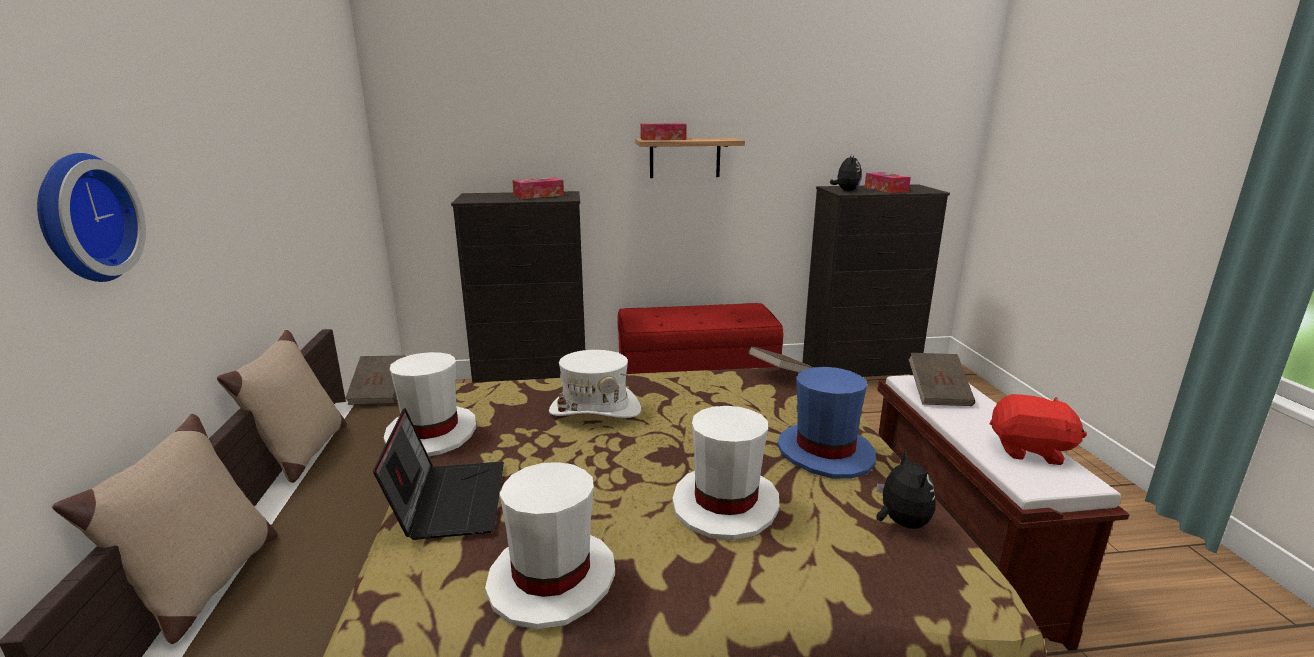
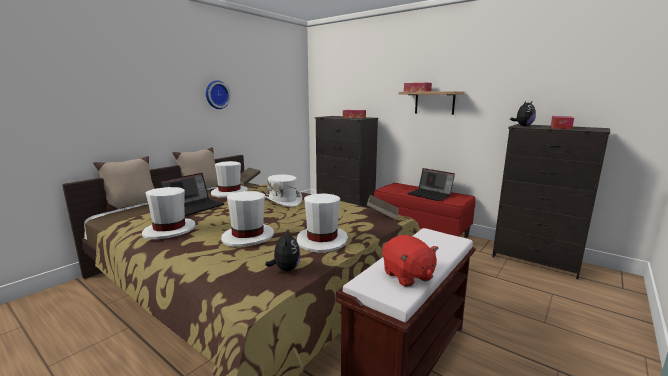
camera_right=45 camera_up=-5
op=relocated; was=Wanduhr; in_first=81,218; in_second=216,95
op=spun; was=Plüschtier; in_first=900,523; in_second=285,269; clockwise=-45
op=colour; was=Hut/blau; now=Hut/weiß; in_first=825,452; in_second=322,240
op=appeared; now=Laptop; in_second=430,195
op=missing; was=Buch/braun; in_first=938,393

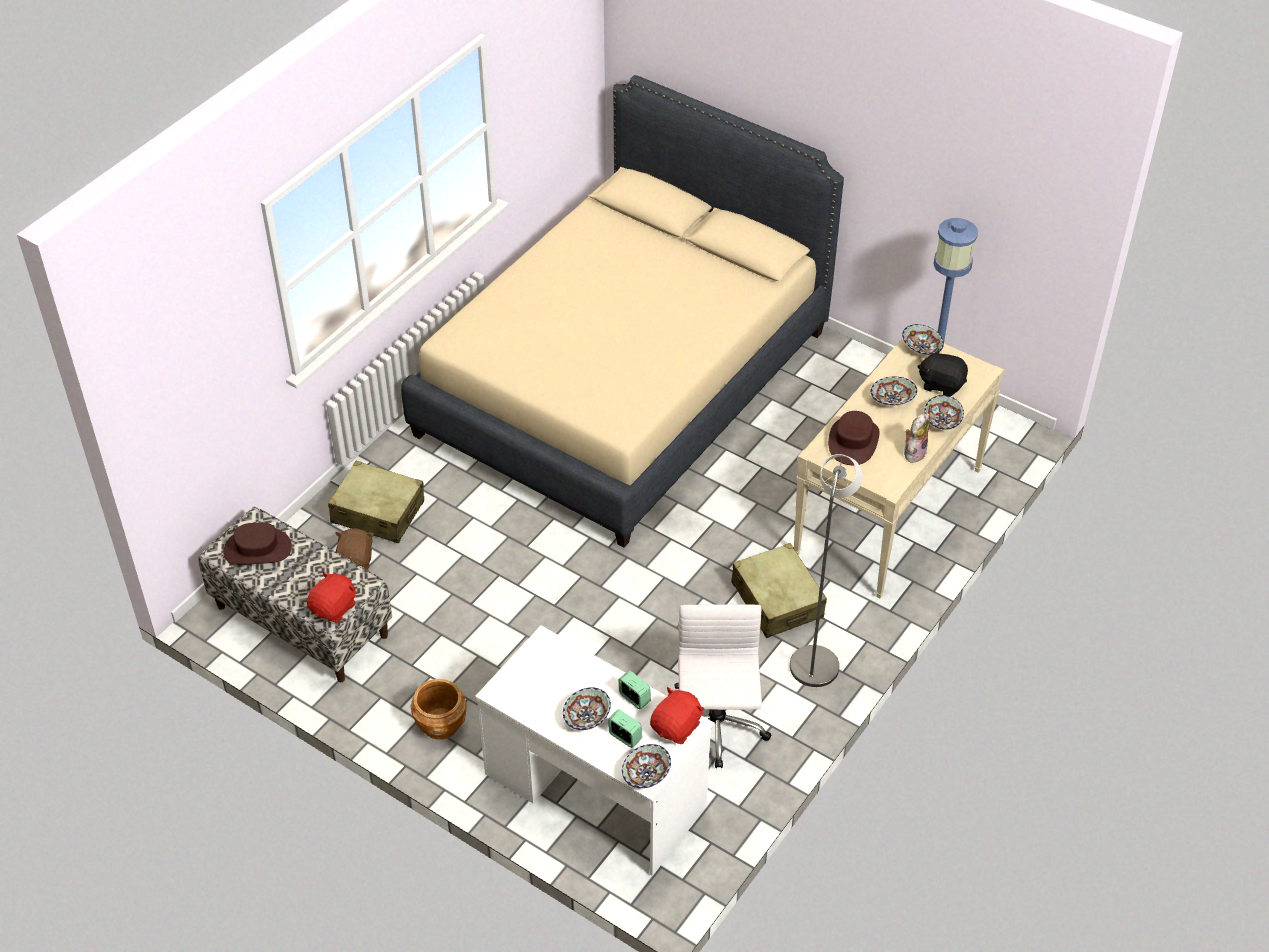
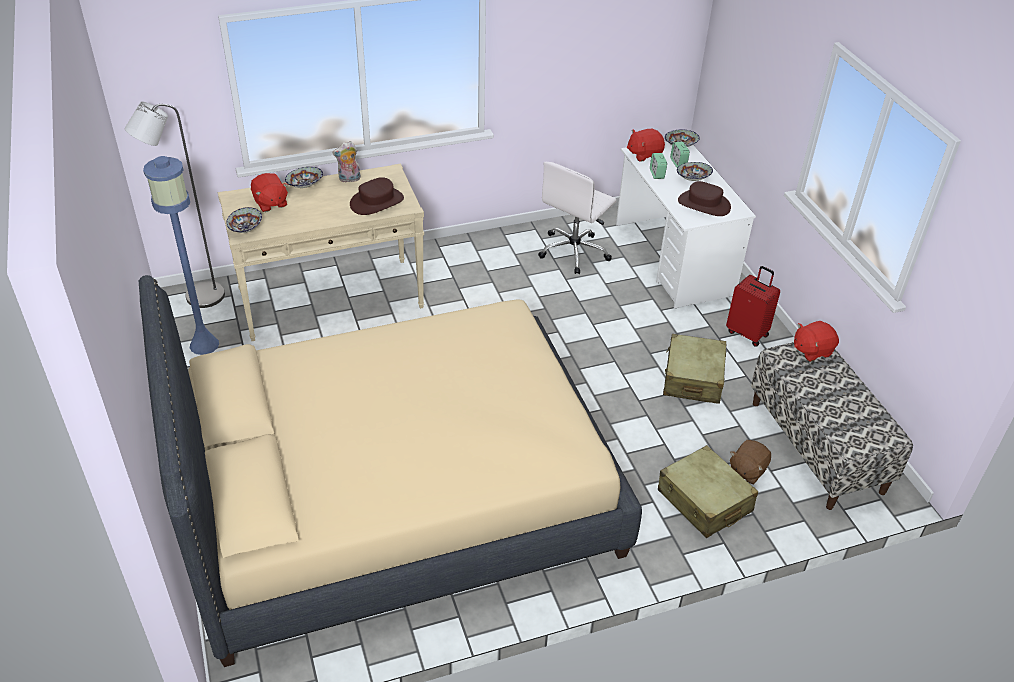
camera_right=-145 camera_up=-5
op=relocated; was=Stehlampe/grau; in_first=816,659; in_second=198,298
op=colour; was=Plüschtier/schwarz; now=Plüschtier/rot; in_first=941,384; in_second=270,203
op=relocated; was=Koffer/beige; in_first=777,600; in_second=692,378
op=relocated; was=Hut/braun; in_first=257,549; in_second=703,204
op=exchanged; was=Pflanzkübel/braun; now=Koffer/rot; in_first=440,725; in_second=747,333
op=missing; was=Schüssel; in_first=892,399

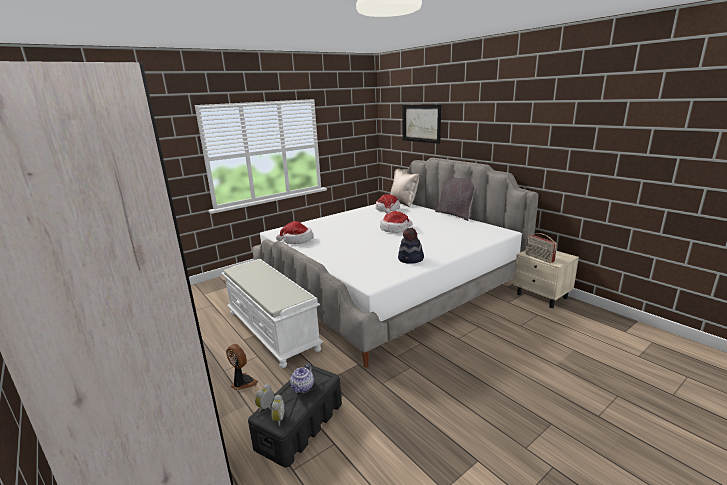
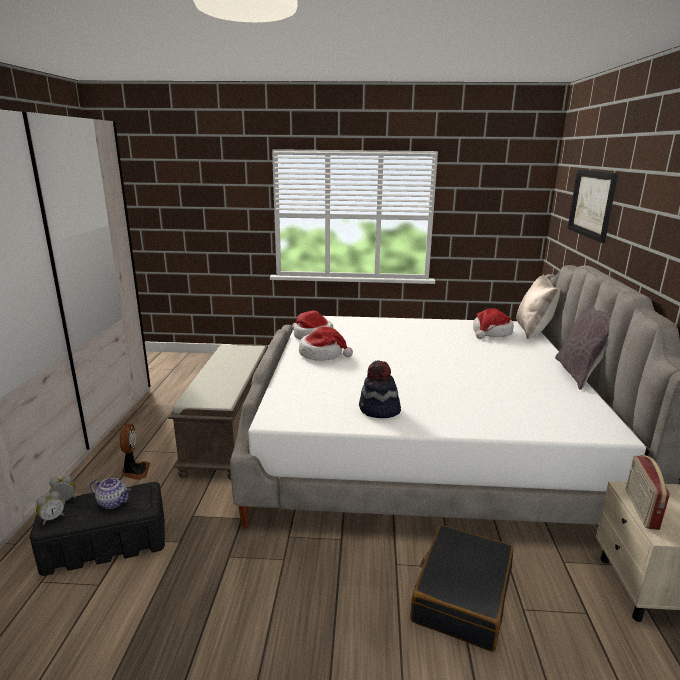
camera_right=40 camera_up=0
op=spun; was=Teekanne; in_first=302,388; in_second=113,502; clockwise=-135
op=colour; was=Bank/weiß; now=Bank/braun; in_first=273,330; in_second=231,433
op=relocated; was=Hut; in_first=395,229; in_second=322,354
op=appeared; now=Koffer/schwarz; in_second=461,596

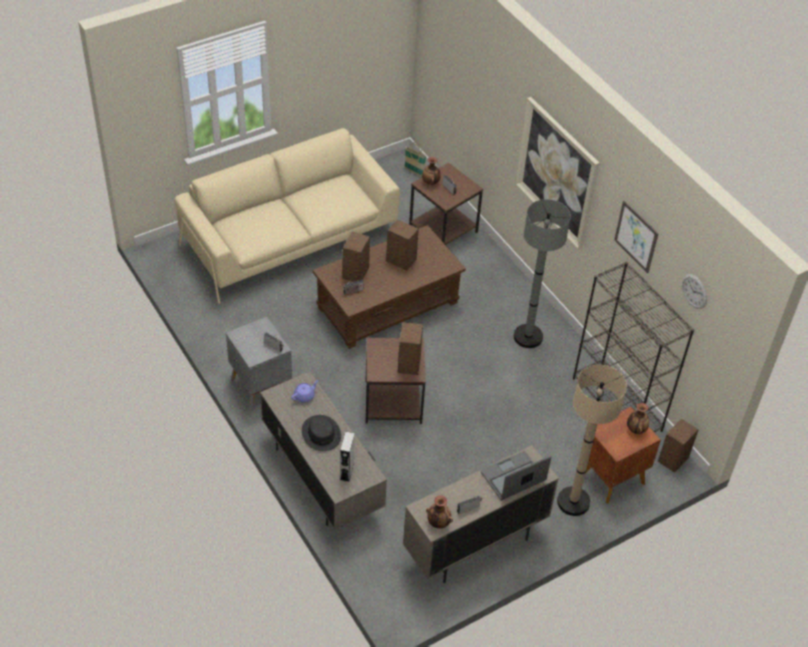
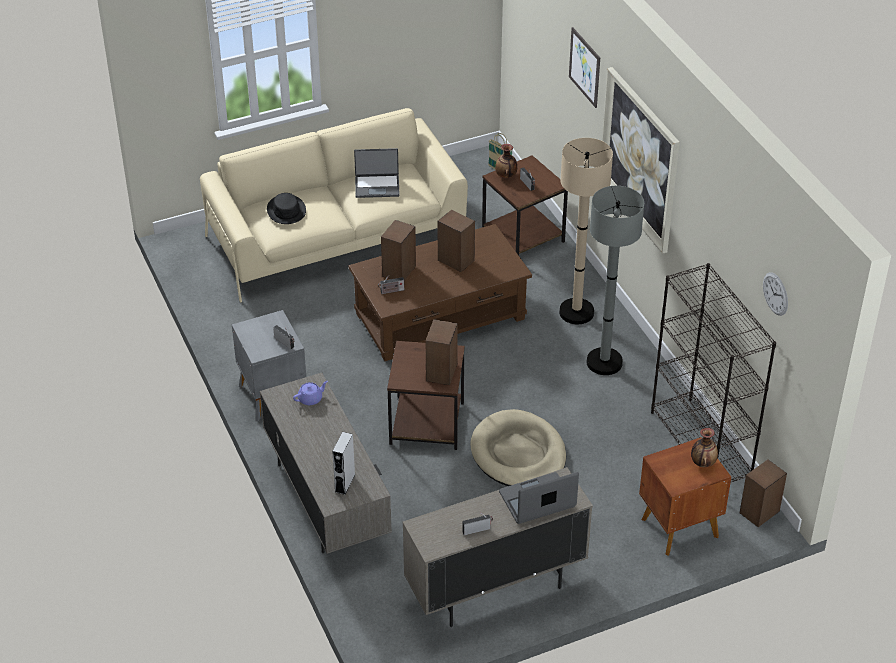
camera_right=10 camera_up=-5
op=relocated; was=Hut/schwarz; in_first=321,433; in_second=286,210
op=appeared; now=Laptop; in_second=377,186
op=appeared; now=Hundebett/beige; in_second=518,454
op=relocated; was=Stehlampe/beige; in_first=573,502; in_second=576,312
op=relocated; was=Bild; in_first=636,236; in_second=584,67
op=missing; was=Vase; in_first=438,523

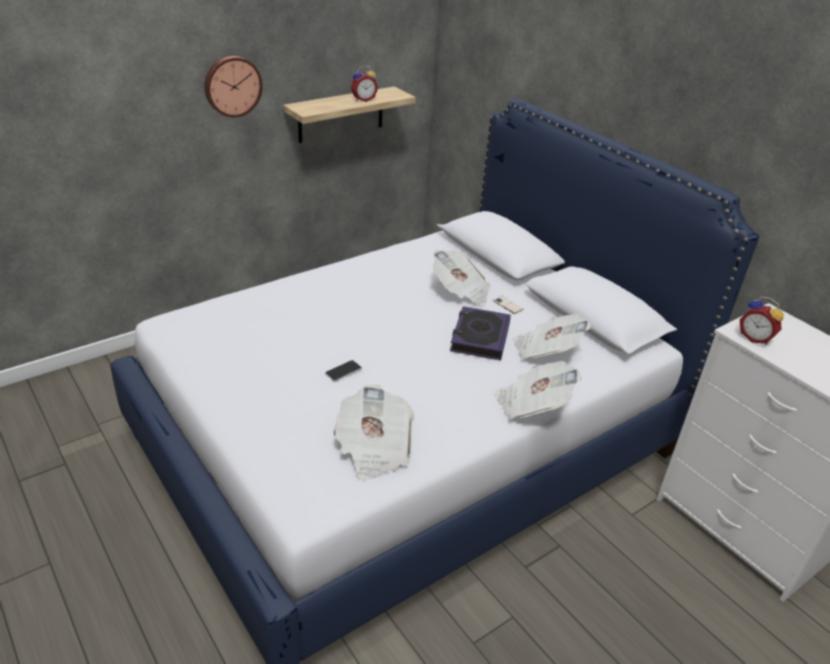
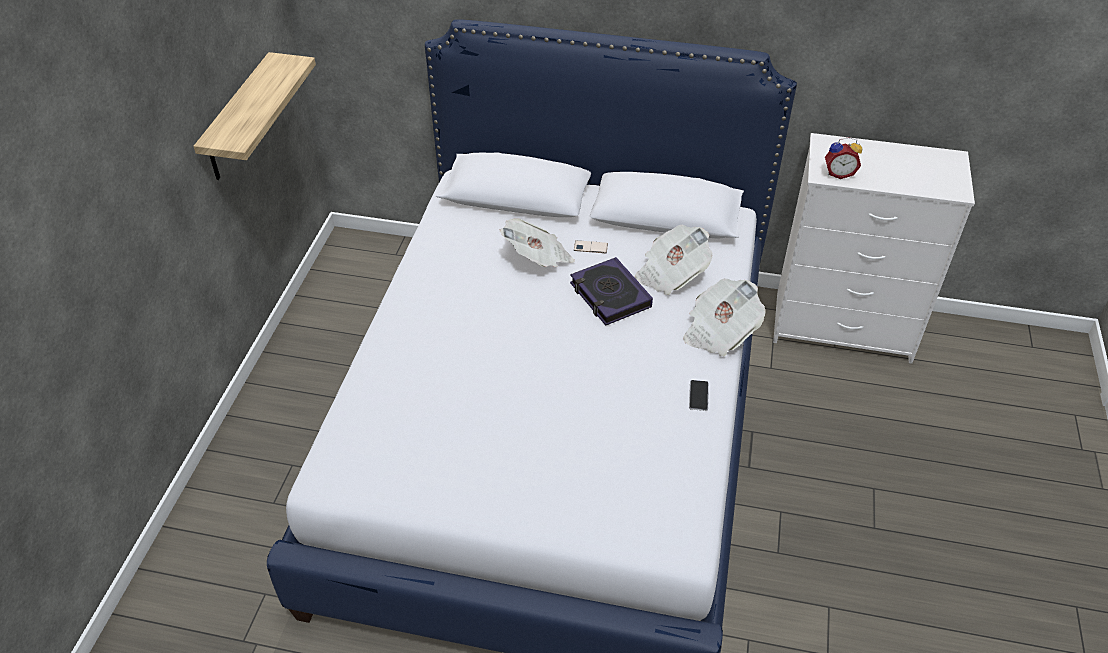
camera_right=-40 camera_up=10
op=relocated; was=Handy; in_first=343,371; in_second=698,396
op=missing; was=Wanduhr; in_first=232,86
op=missing; was=Zeitung; in_first=374,449
op=missing; was=Wecker; in_first=363,99

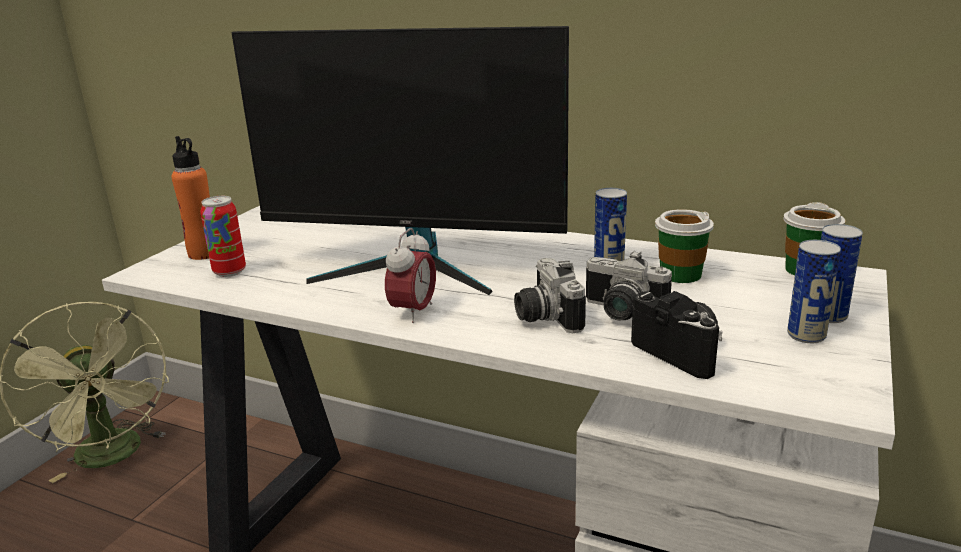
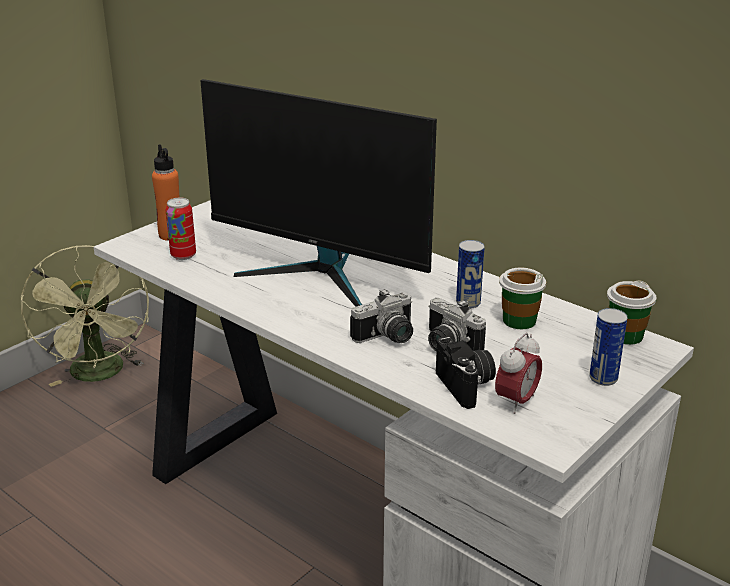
camera_right=15 camera_up=5
op=spun; was=Kamera; in_first=544,317; in_second=388,338; clockwise=-120
op=relocated; was=Wecker; in_first=413,312; in_second=516,402
op=missing; was=Dose; in_first=806,335

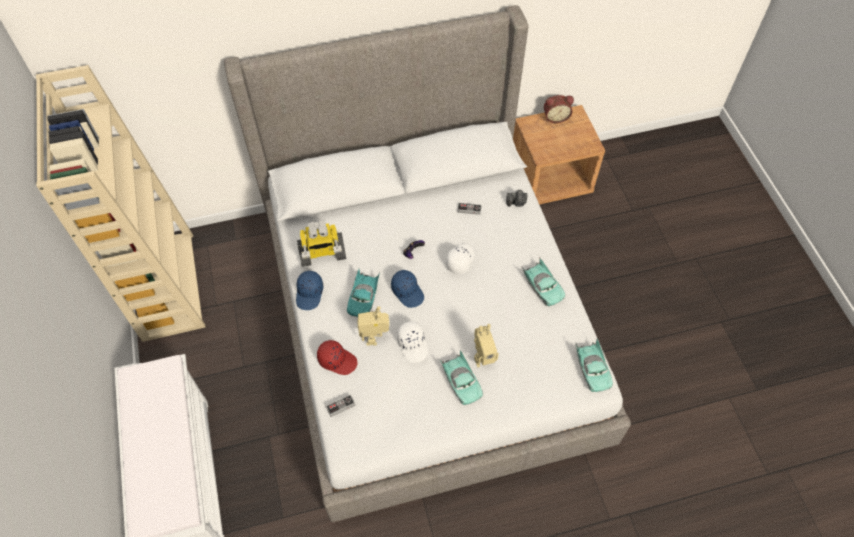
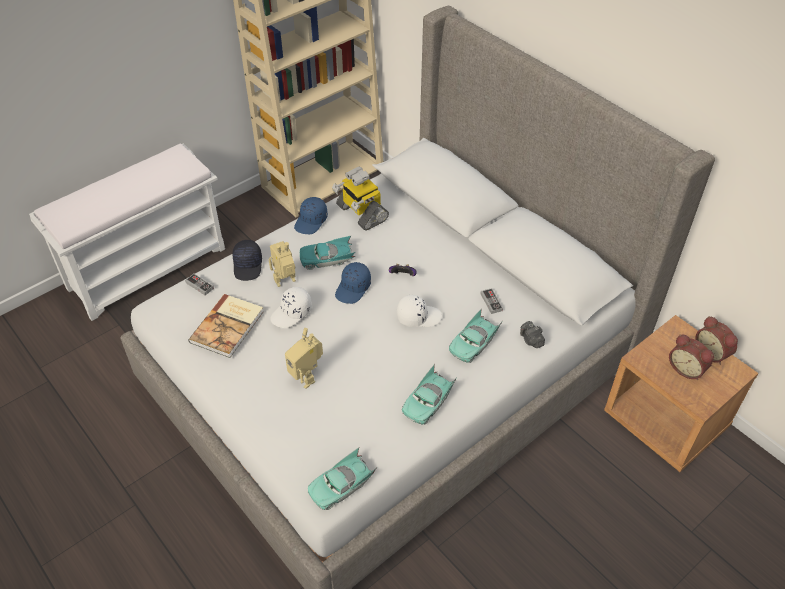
camera_right=65 camera_up=-10
op=appeared; now=Buch; in_second=229,327
op=colour; was=Kappe/rot; now=Kappe/schwarz; in_first=337,360; in_second=248,266
op=spun; was=Kappe/blau; in_first=310,293; in_second=311,221; clockwise=-45
op=relocated; was=Spielzeugauto/türkis; in_first=461,382; in_second=474,343
op=appeared; now=Wecker; in_second=686,368

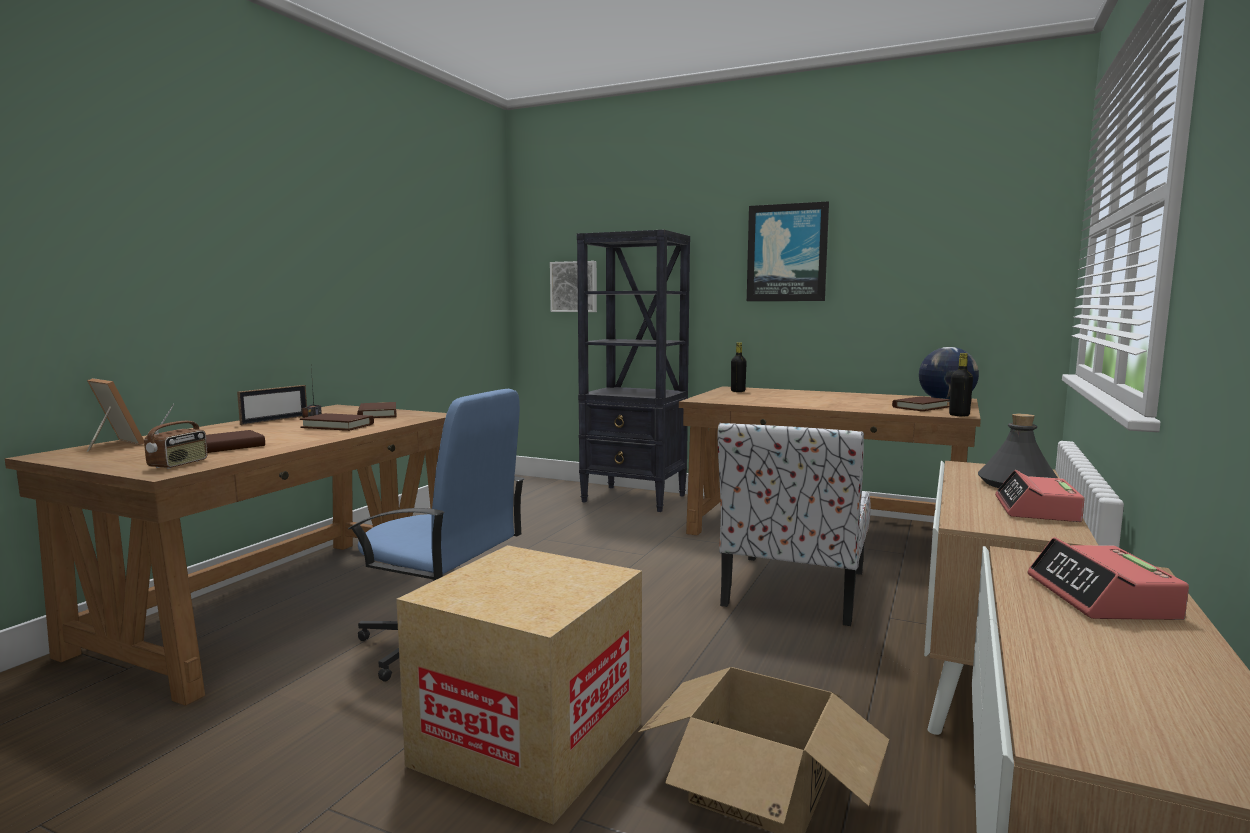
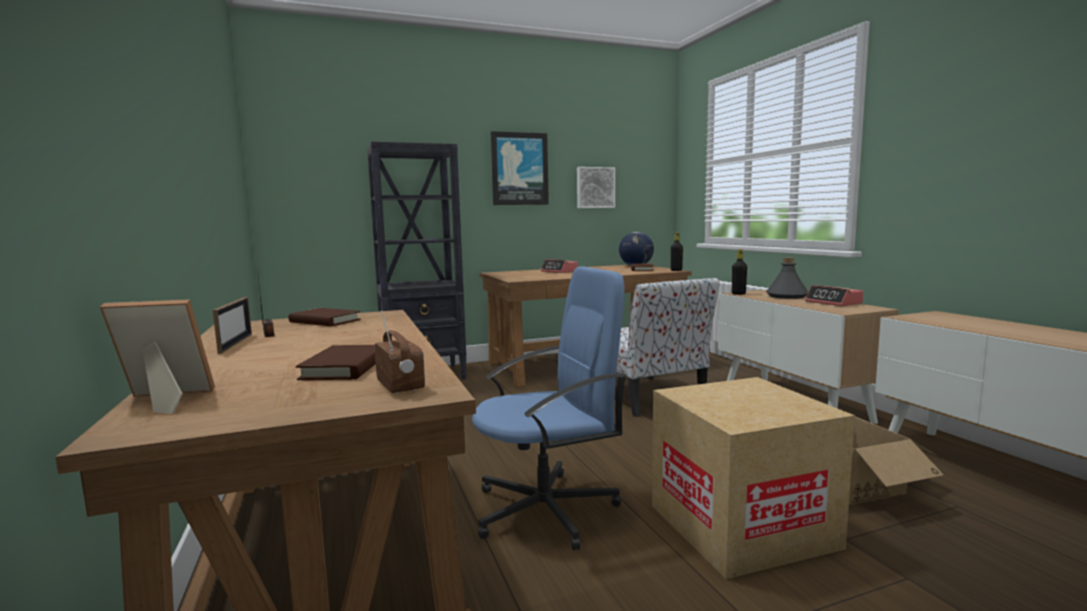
camera_right=-45 camera_up=0
op=relocated; was=Wecker; in_first=1101,598; in_second=559,271
op=relocated; was=Bild; in_first=574,287; in_second=595,187
op=relocated; was=Flasche/schwarz; in_first=738,391; in_second=738,294
op=missing; was=Buch/braun; in_first=337,426

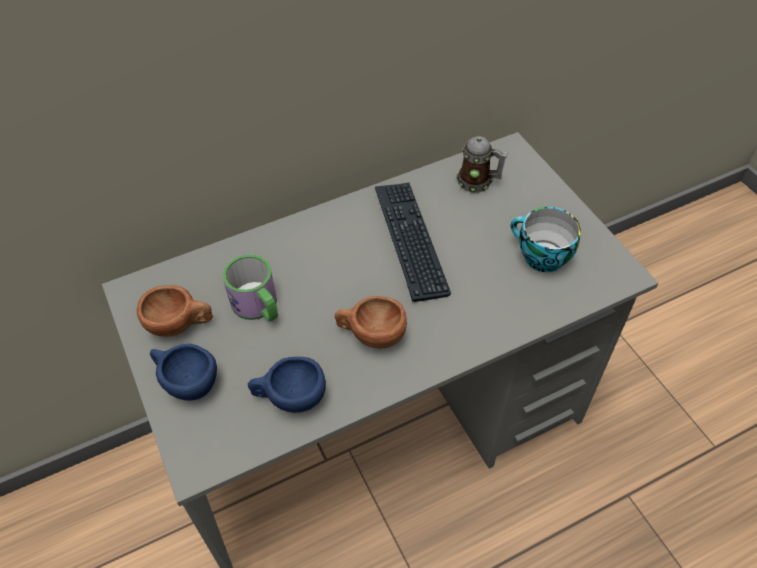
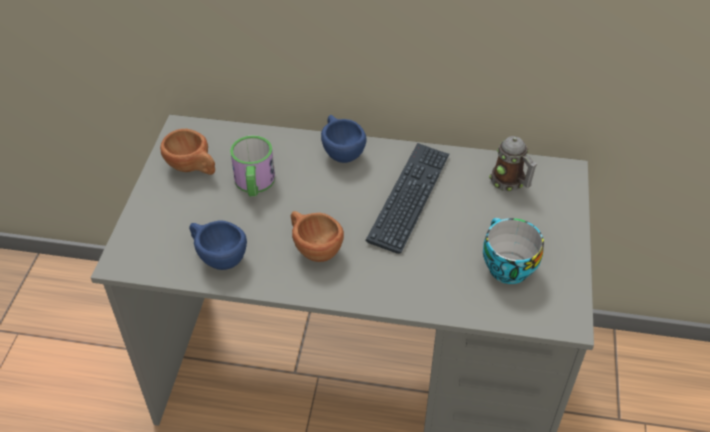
camera_right=35 camera_up=-5
op=relocated; was=Tasse/blau; in_first=186,382; in_second=341,151

